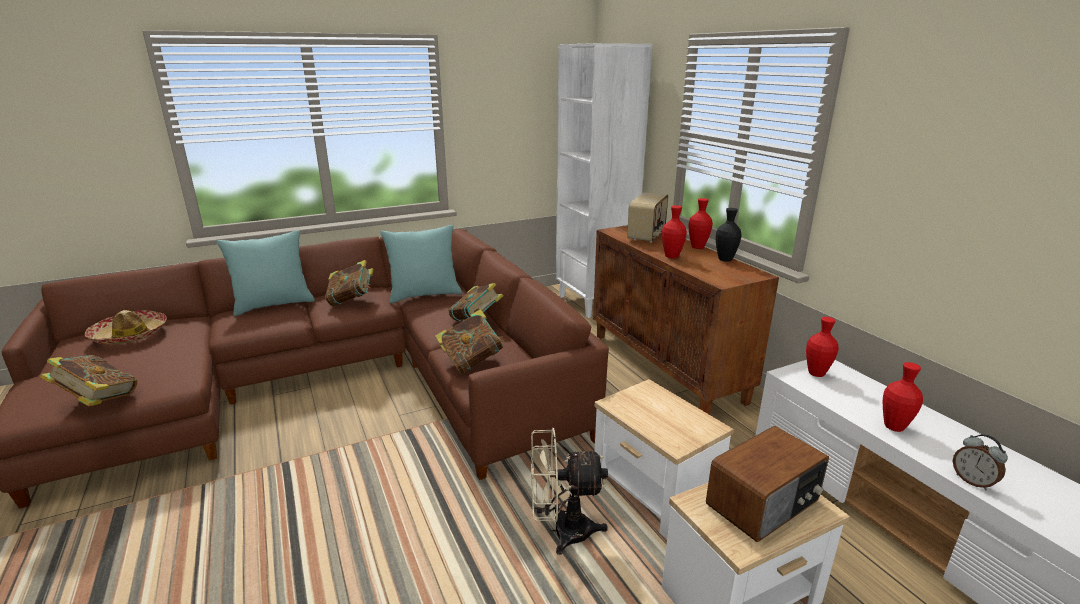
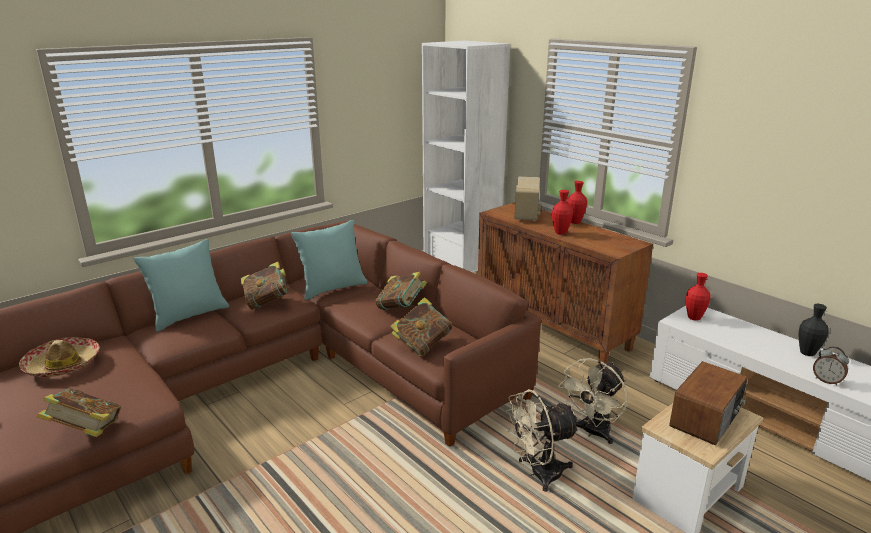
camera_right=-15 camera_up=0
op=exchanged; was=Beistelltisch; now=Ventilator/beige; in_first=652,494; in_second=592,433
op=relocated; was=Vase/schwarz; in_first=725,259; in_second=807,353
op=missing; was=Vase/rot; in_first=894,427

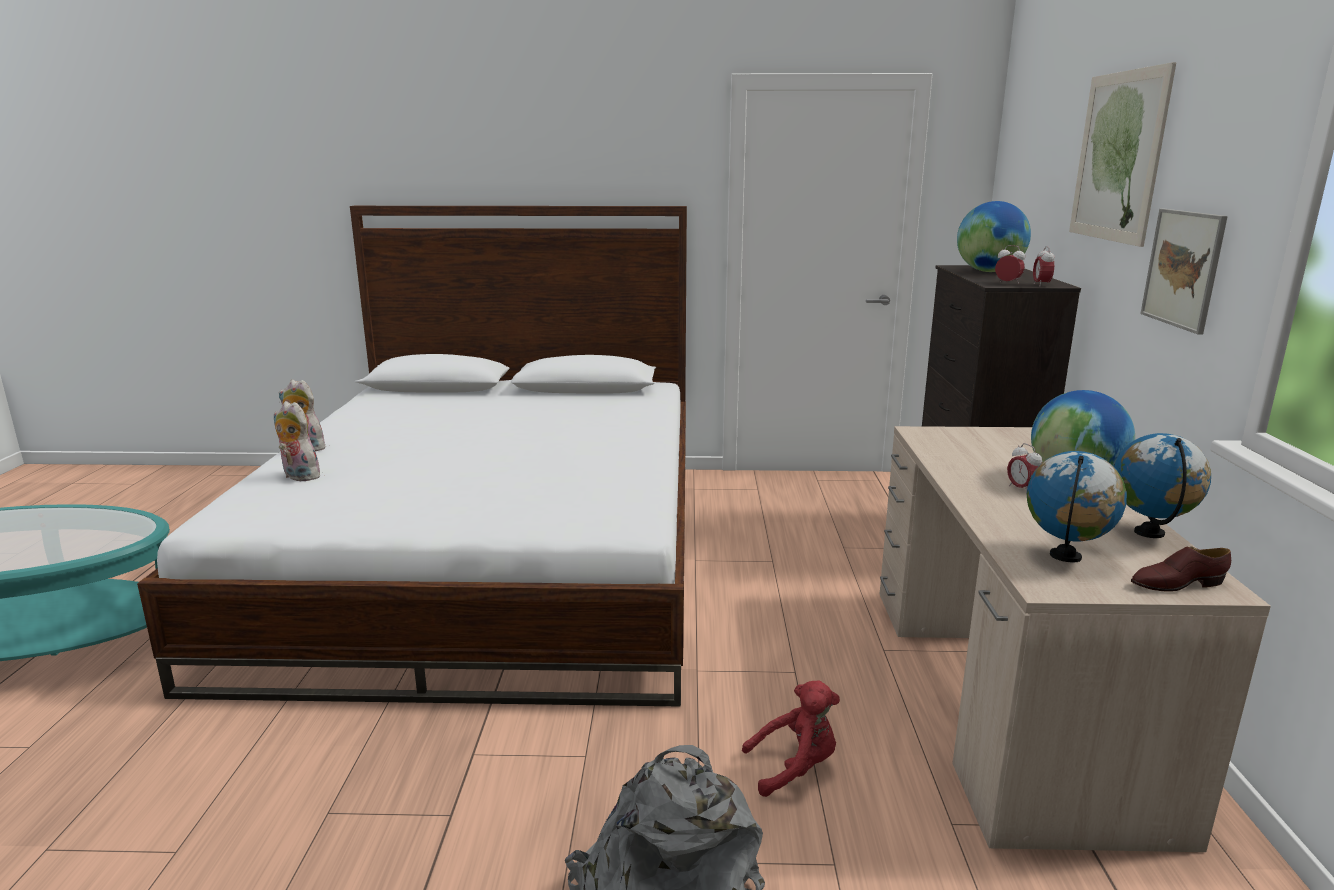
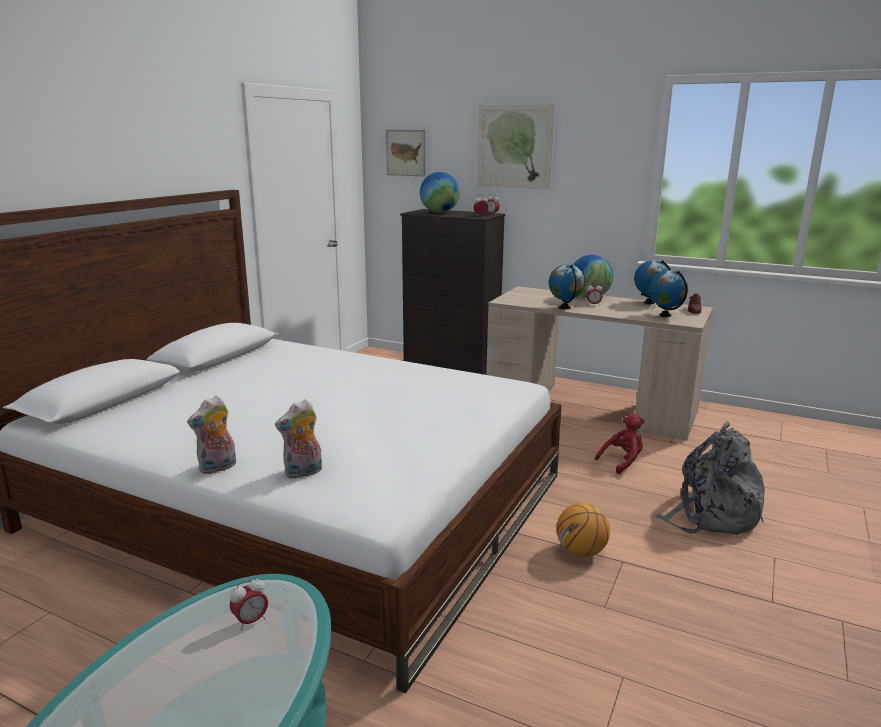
camera_right=-65 camera_up=0
op=appeared; now=Wecker; in_second=250,621
op=relocated; was=Bild; in_first=1183,269; in_second=406,153
op=appeared; now=Globus; in_second=565,308
op=appeared; now=Basketball; in_second=581,552
op=spun; was=Plüschtier/rot; in_first=794,768; in_second=622,462; clockwise=45

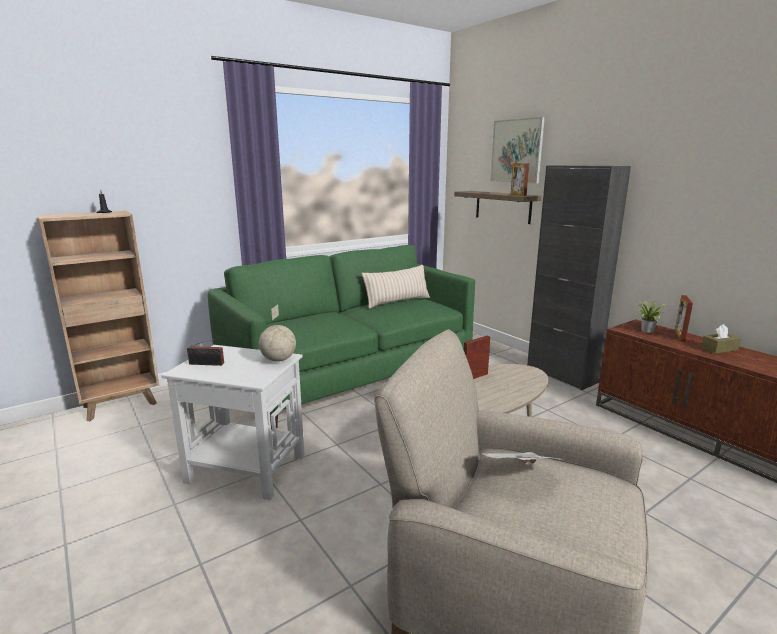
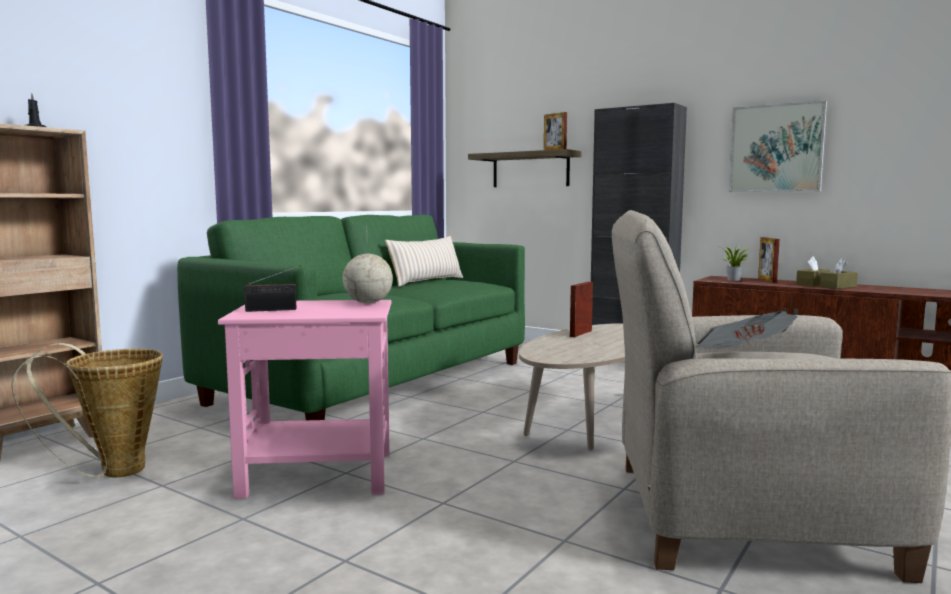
camera_right=-20 camera_up=-10
op=appeared; now=Korb; in_second=112,472
op=colour; was=Beistelltisch/weiß; now=Beistelltisch/rosa; in_first=245,468; in_second=316,474
op=relocated; was=Bild; in_first=516,151; in_second=776,148
op=appeared; now=Taschentuchbox/braun; in_second=838,287

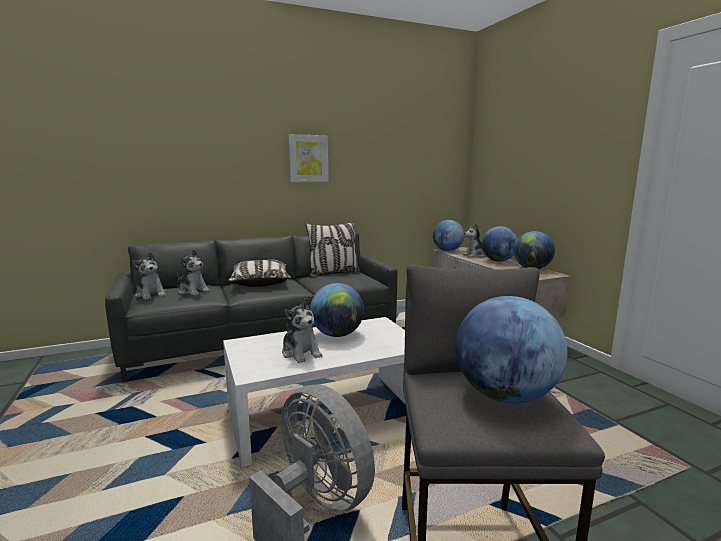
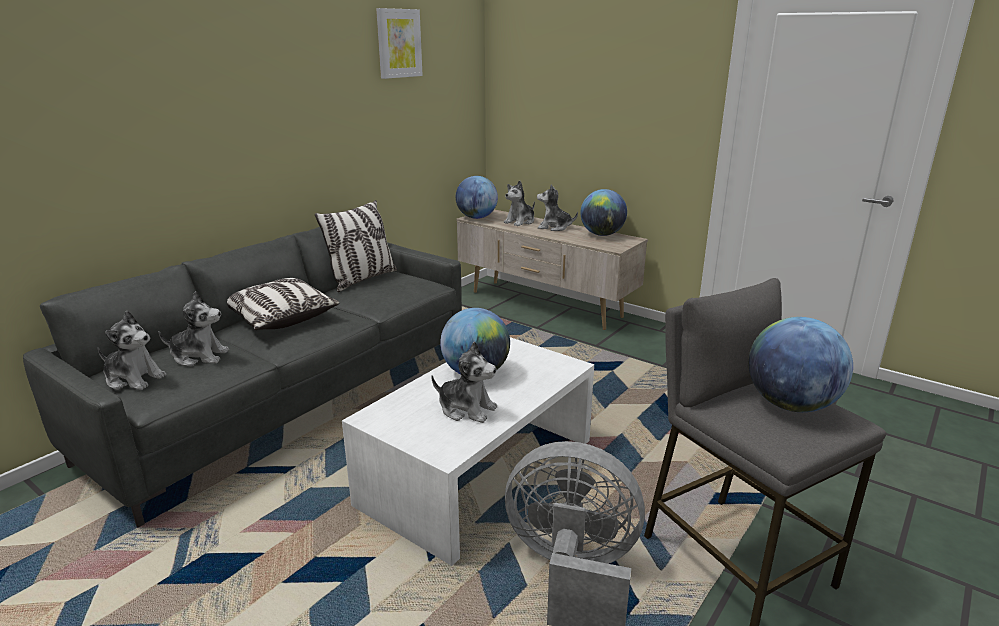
camera_right=-30 camera_up=10
op=relocated; was=Bild; in_first=308,158; in_second=398,43
op=exchanged; was=Globus; now=Plüschtier; in_first=498,261; in_second=554,227

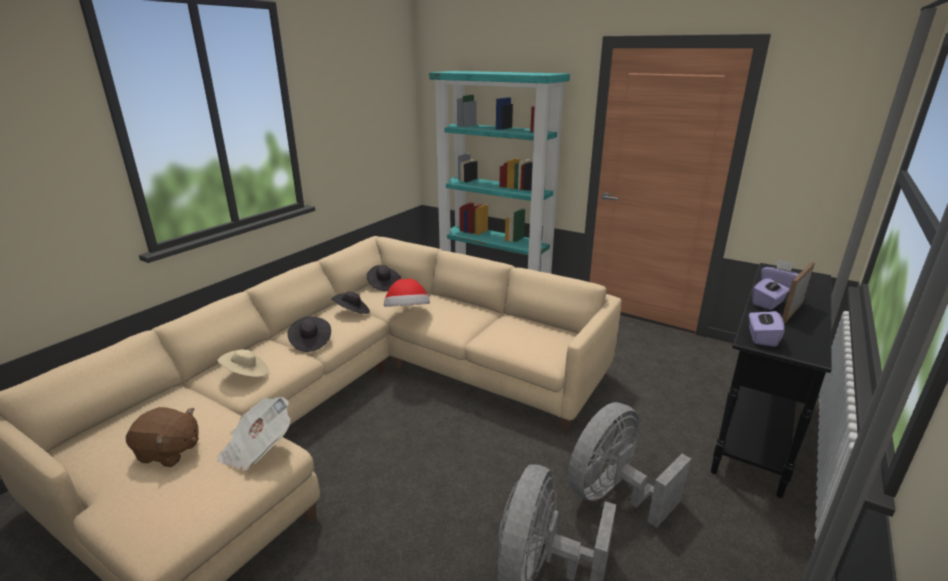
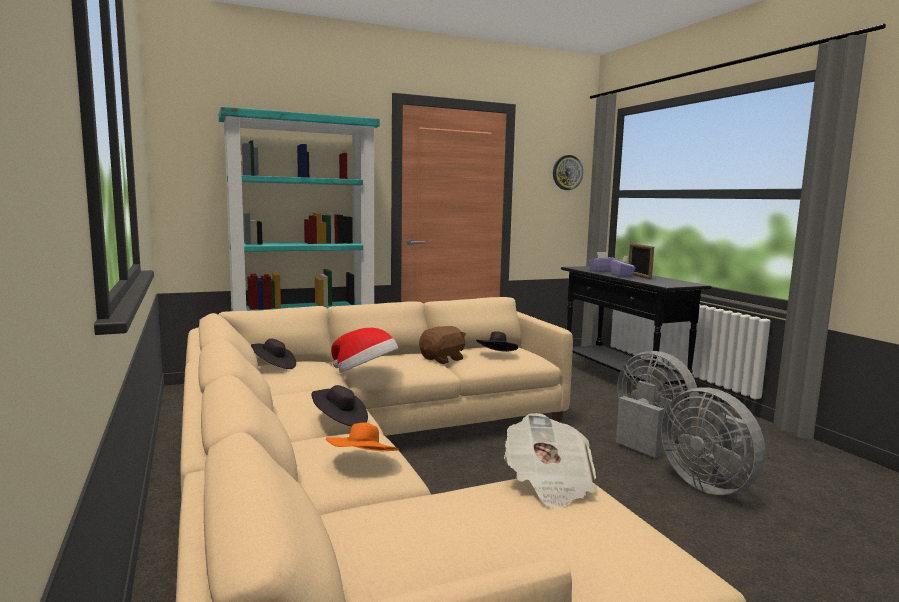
camera_right=-55 camera_up=-15
op=colour; was=Hut/beige; now=Hut/orange; in_first=246,374; in_second=363,463
op=relocated; was=Plüschtier/braun; in_first=169,452; in_second=443,359
op=relocated; was=Hut/schwarz; in_first=352,312; in_second=497,355
op=appeared; now=Wanduhr; in_second=567,172
op=spun; was=Ventilator/grau; in_first=613,494; in_second=648,437; clockwise=150
op=missing; was=Taschentuchbox/lila; in_first=761,338

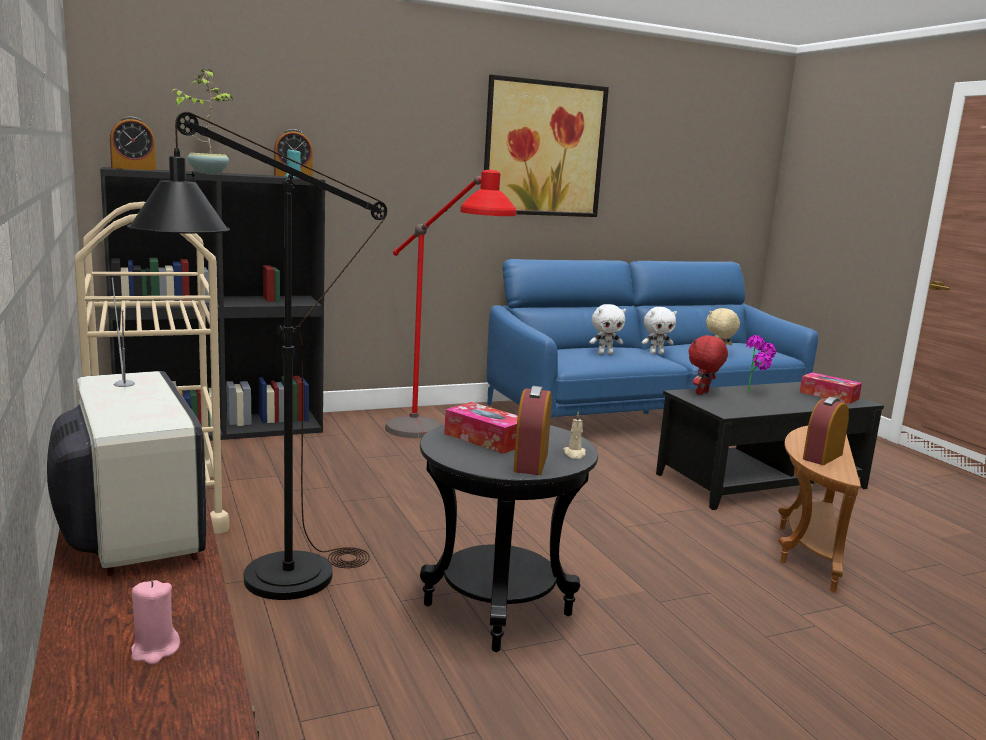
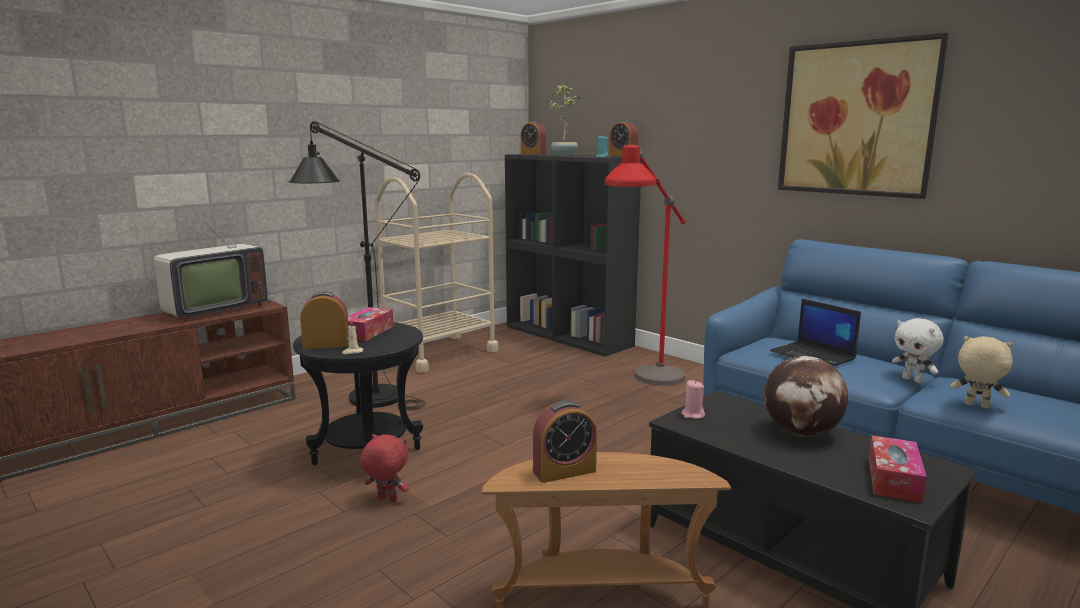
camera_right=70 camera_up=0
op=relocated; was=Plüschtier/rot; in_first=703,393; in_second=386,500
op=spun; was=Wecker; in_first=822,457; in_second=564,471; clockwise=135
op=relocated; was=Kerze/rosa; in_first=155,650; in_second=692,415
op=exchanged; was=Topfpflanze; now=Globus; in_first=756,393; in_second=801,433
op=exchanged; was=Plüschtier/weiß; now=Laptop; in_first=605,353; in_second=813,355

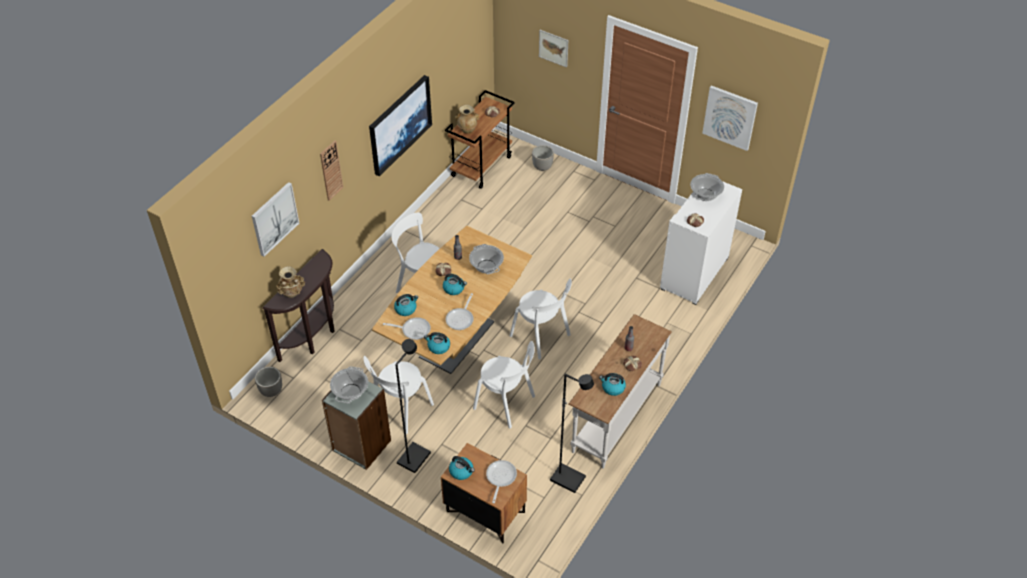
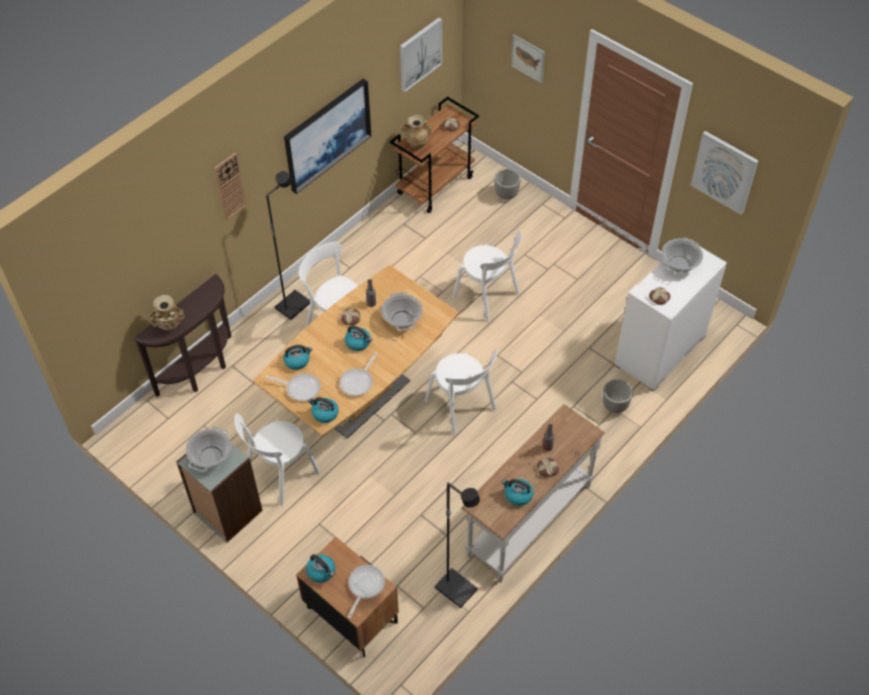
camera_right=10 camera_up=5
op=relocated; was=Stehlampe/schwarz; in_first=413,458; in_second=292,305
op=relocated; was=Bild; in_first=274,218; in_second=420,54
op=relocated; was=Stuhl/weiß; in_first=506,403; in_second=488,297
op=relocated; was=Pflanzkübel; in_first=271,391; in_second=614,406

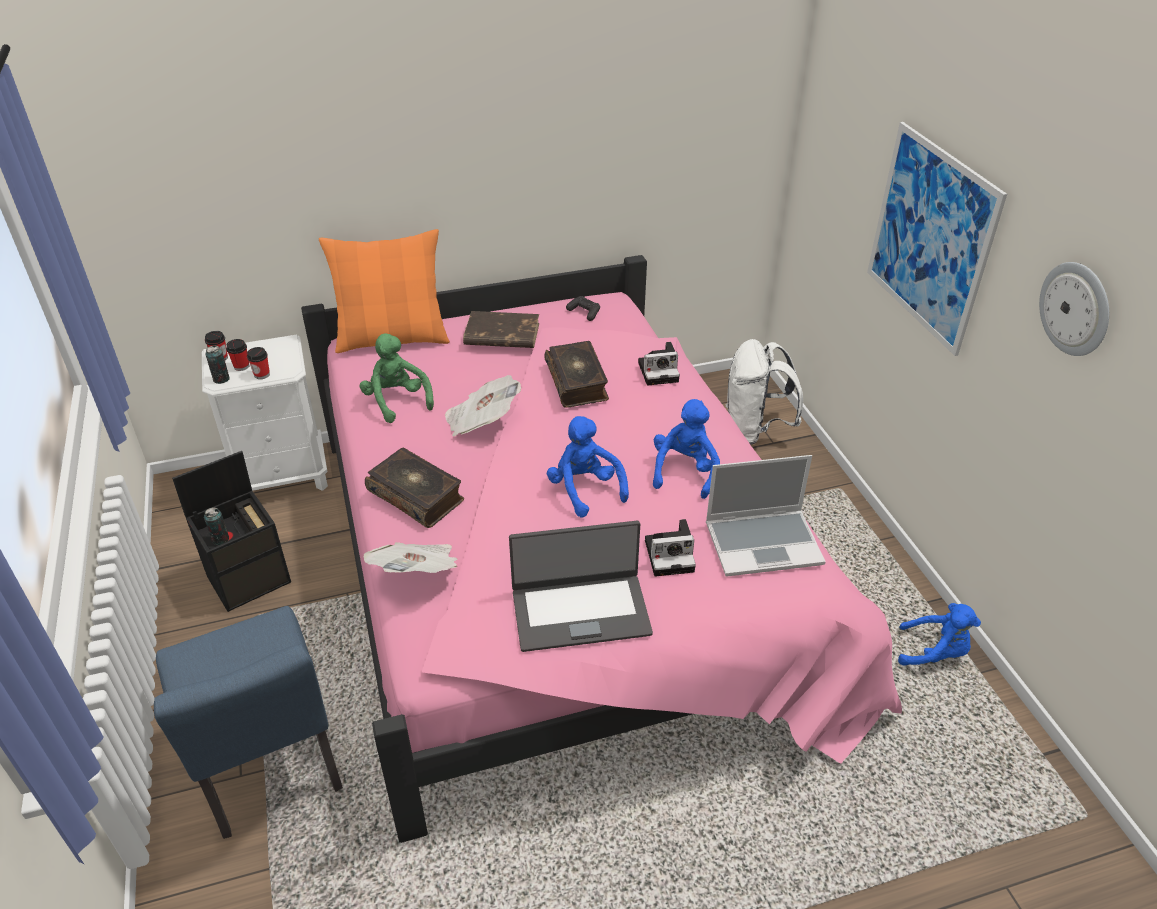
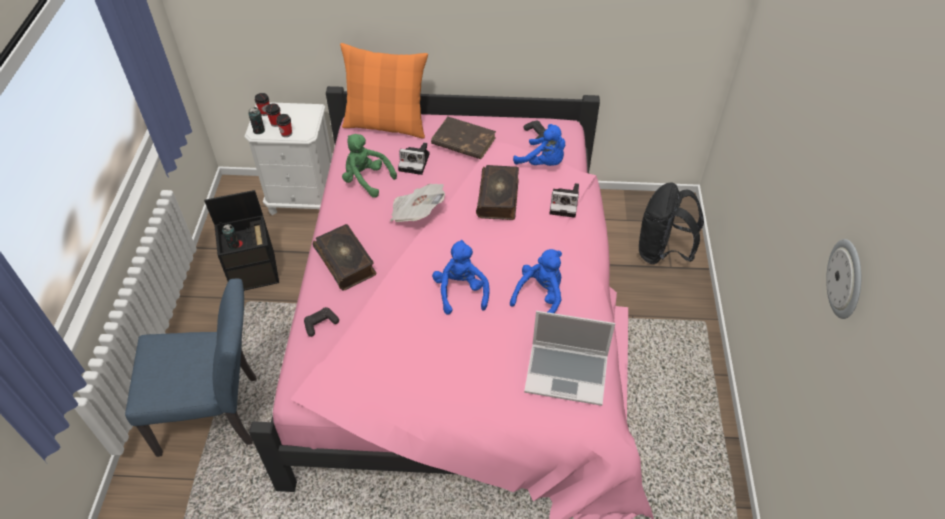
camera_right=20 camera_up=10
op=spun; was=Stuhl/blau; in_first=270,770; in_second=218,414; clockwise=-90
op=exchanged; was=Zeitung; now=Gamepad/schwarz; in_first=418,574; in_second=320,324
op=spun; was=Plüschtier/grün; in_first=397,401; in_second=366,180; clockwise=-45
op=relocated; was=Kamera; in_first=671,555; in_second=415,162
op=relocated; was=Plüschtier/blau; in_first=934,653; in_second=543,163
op=colour; was=Rucksack/weiß; now=Rucksack/schwarz; in_first=755,430; in_second=661,251
op=missing; was=Laptop; in_first=580,611
op=missing; was=Bild; in_first=930,237

